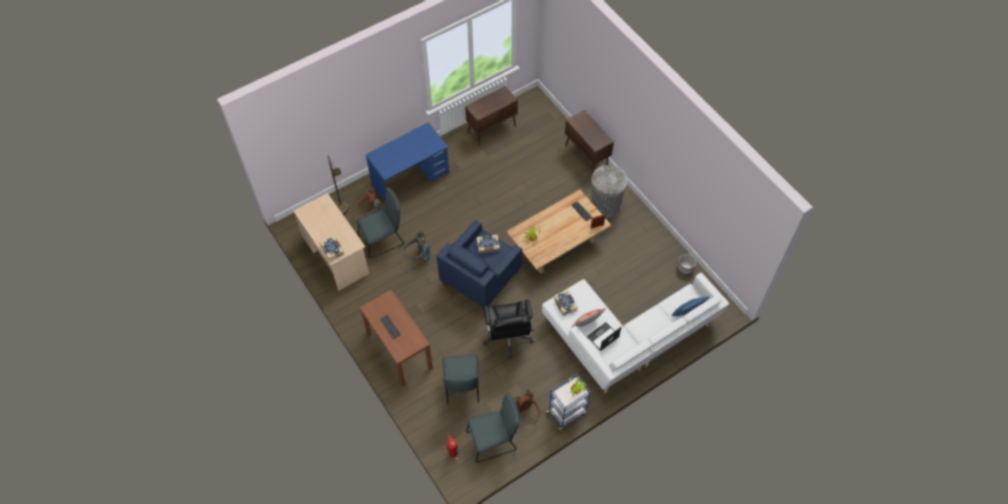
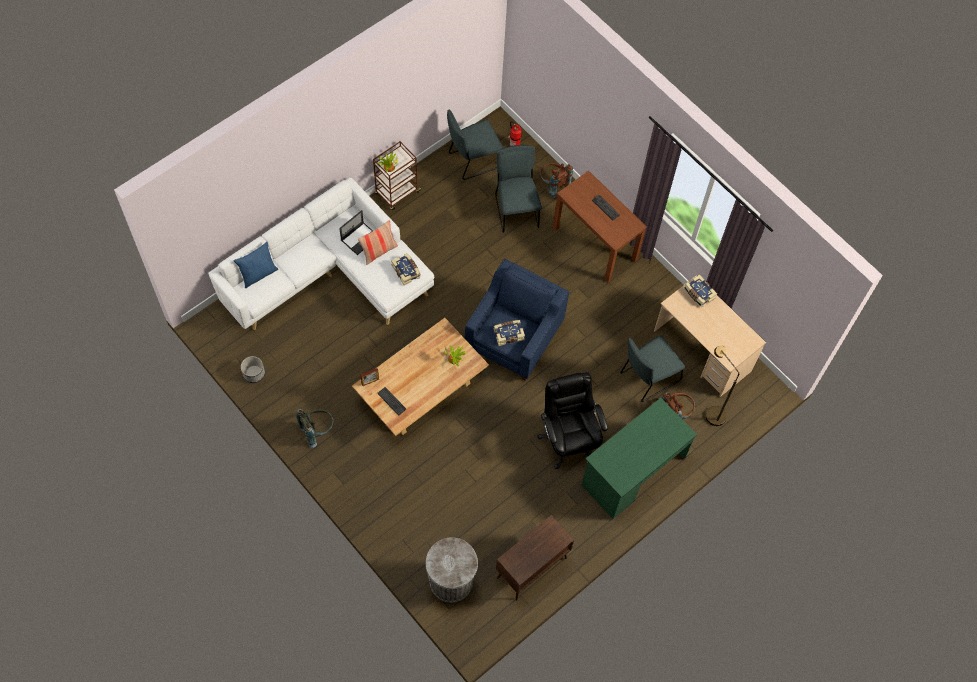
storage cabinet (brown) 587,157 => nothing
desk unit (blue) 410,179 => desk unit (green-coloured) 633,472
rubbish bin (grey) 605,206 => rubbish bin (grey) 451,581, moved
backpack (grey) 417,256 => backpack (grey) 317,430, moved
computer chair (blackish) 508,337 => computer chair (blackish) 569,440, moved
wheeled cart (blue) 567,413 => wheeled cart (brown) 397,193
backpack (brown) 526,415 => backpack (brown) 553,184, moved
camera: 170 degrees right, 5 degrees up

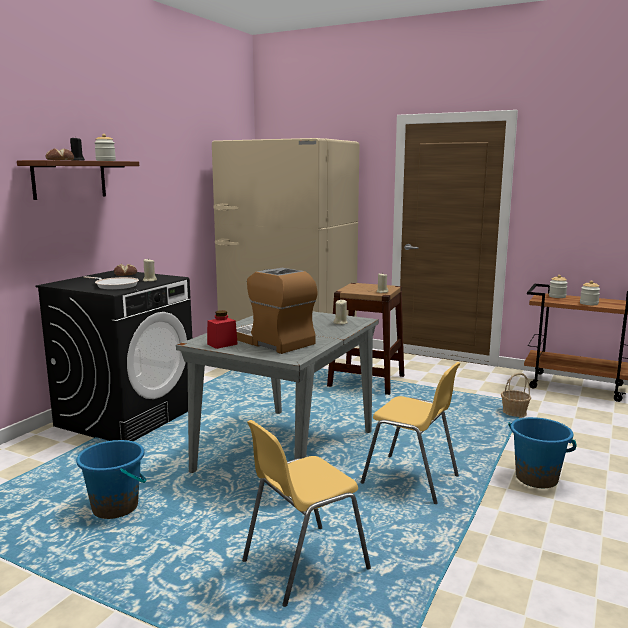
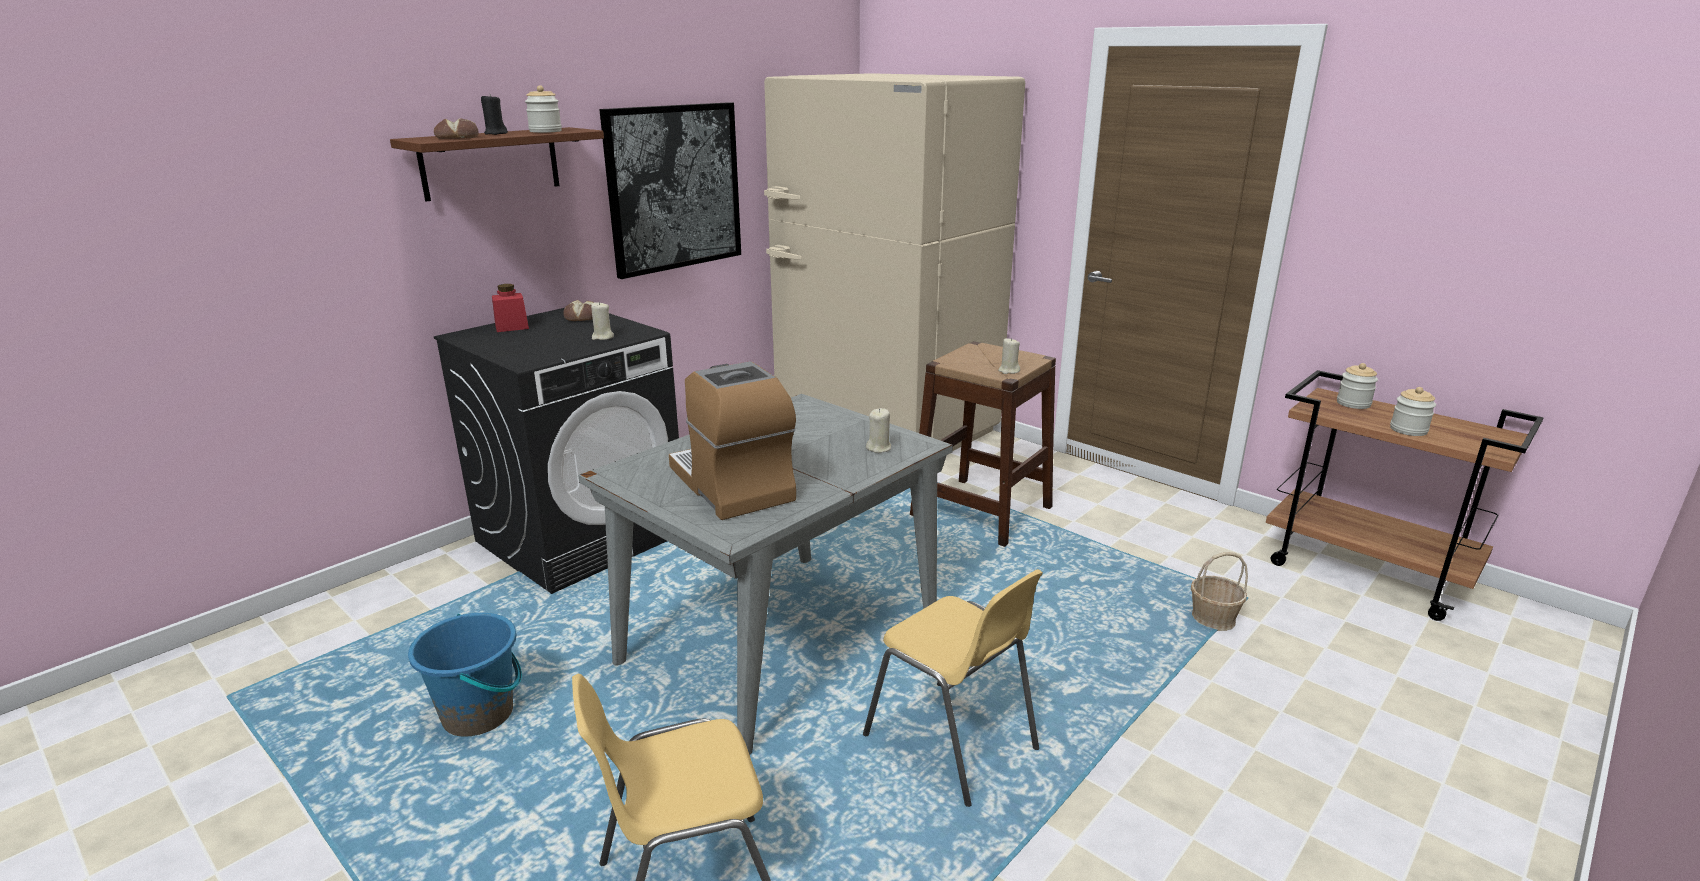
pan 115,286 => nothing
preserve jar (reddish) 222,344 => preserve jar (reddish) 512,327, moved
bucket (blue) 536,478 => nothing
nothing => picture 674,188
camera: 15 degrees right, 10 degrees up

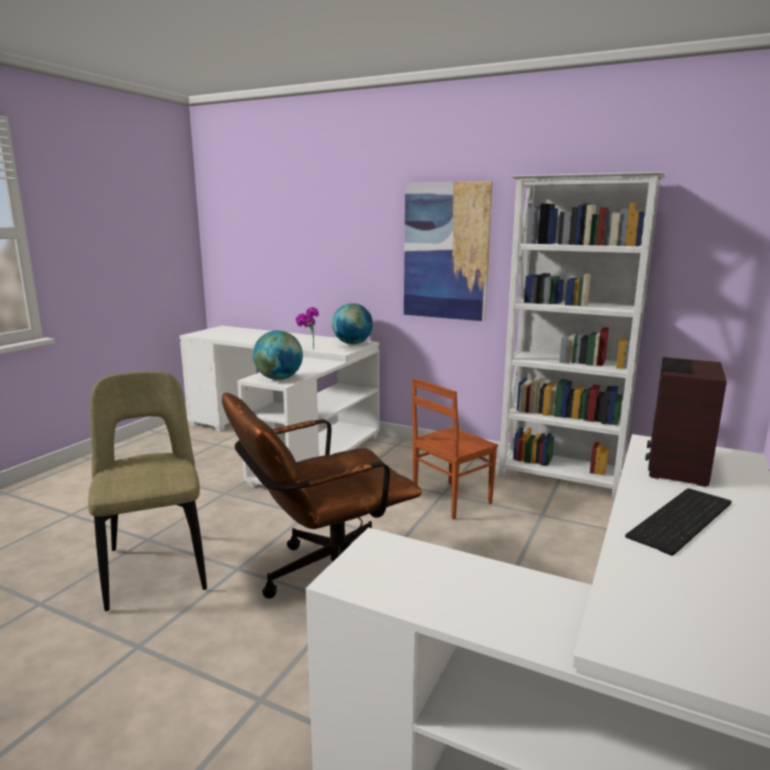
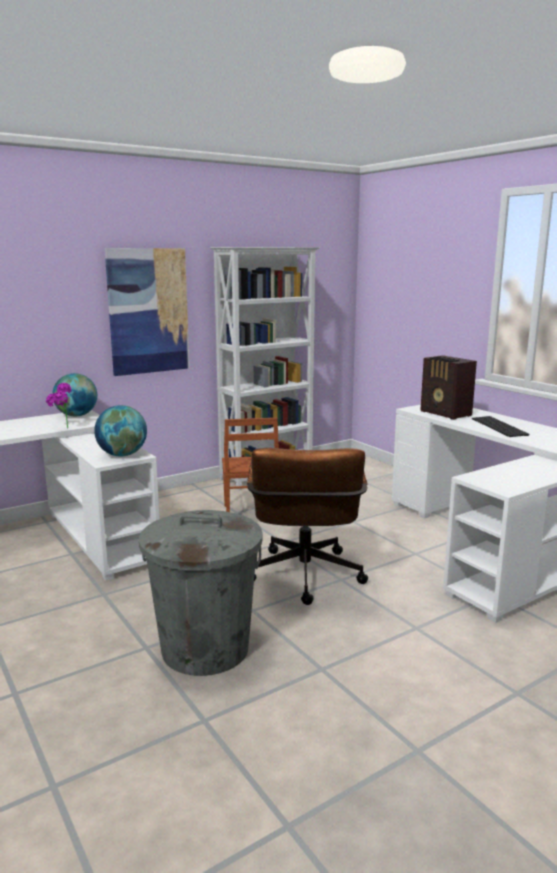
upright chair (beige-coloured) 156,566 => rubbish bin (grey) 205,648
camera: 60 degrees left, 0 degrees up

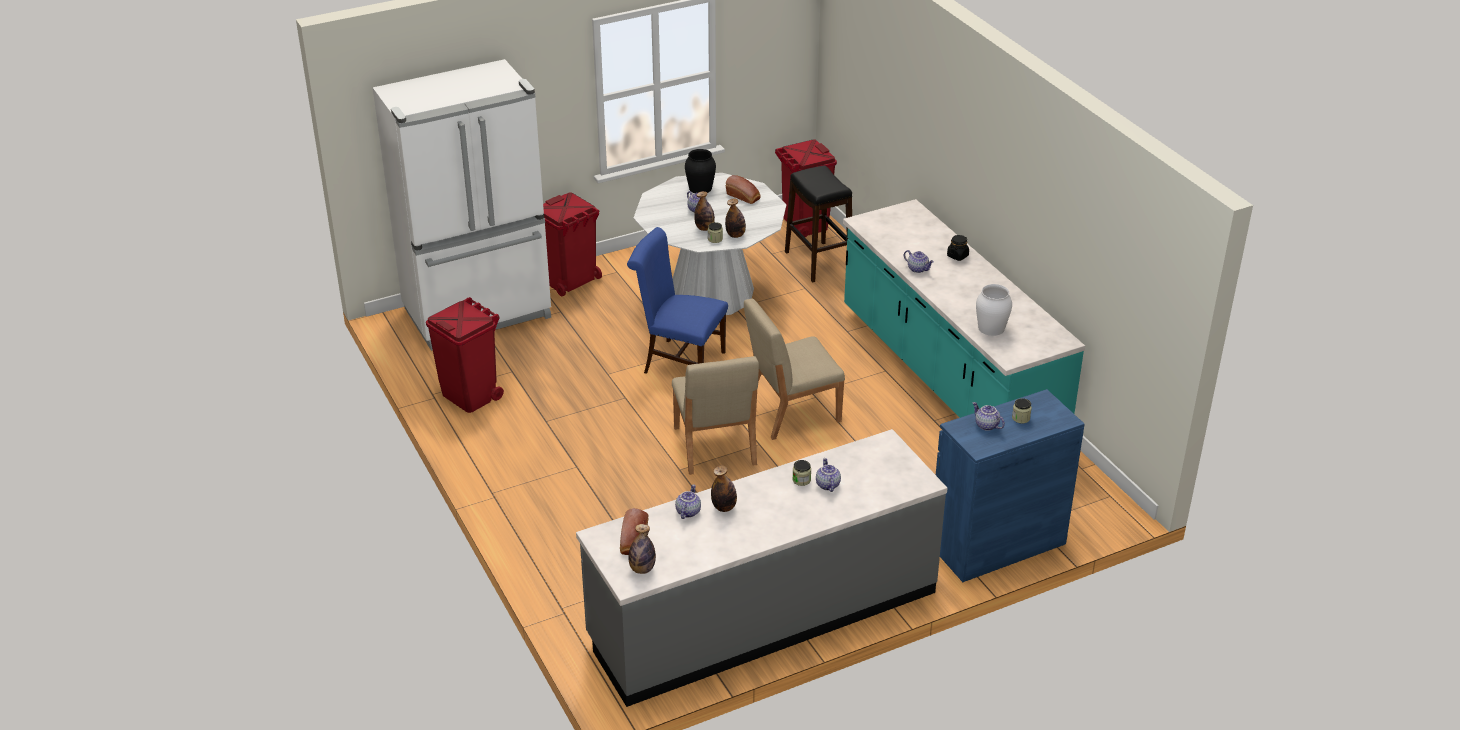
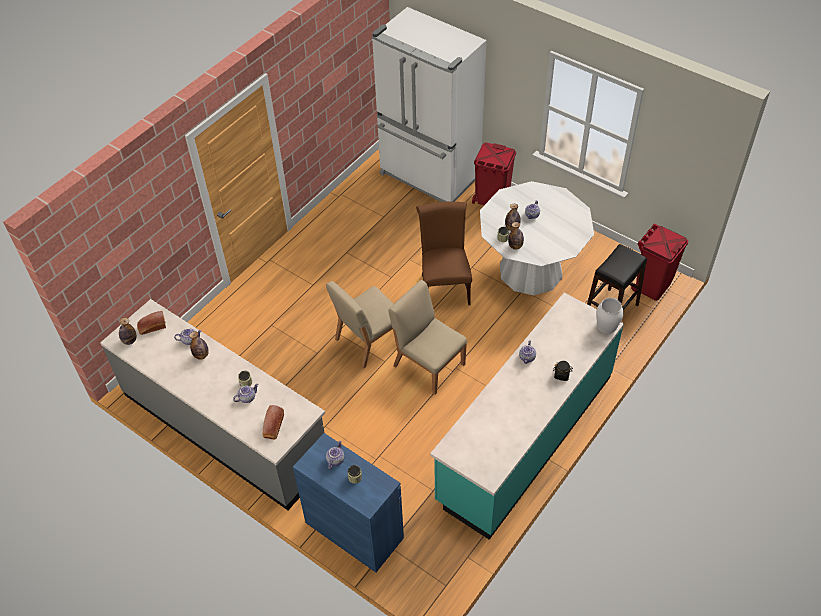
vase (blackish) 700,188 => nothing
baked bread 744,197 => baked bread 273,427, moved
upright chair (blue) 679,361 => upright chair (brown) 444,287
vase (white) 991,328 => vase (white) 607,325, moved
rubbish bin (reddish) 470,395 => nothing
camera: 65 degrees right, 15 degrees up

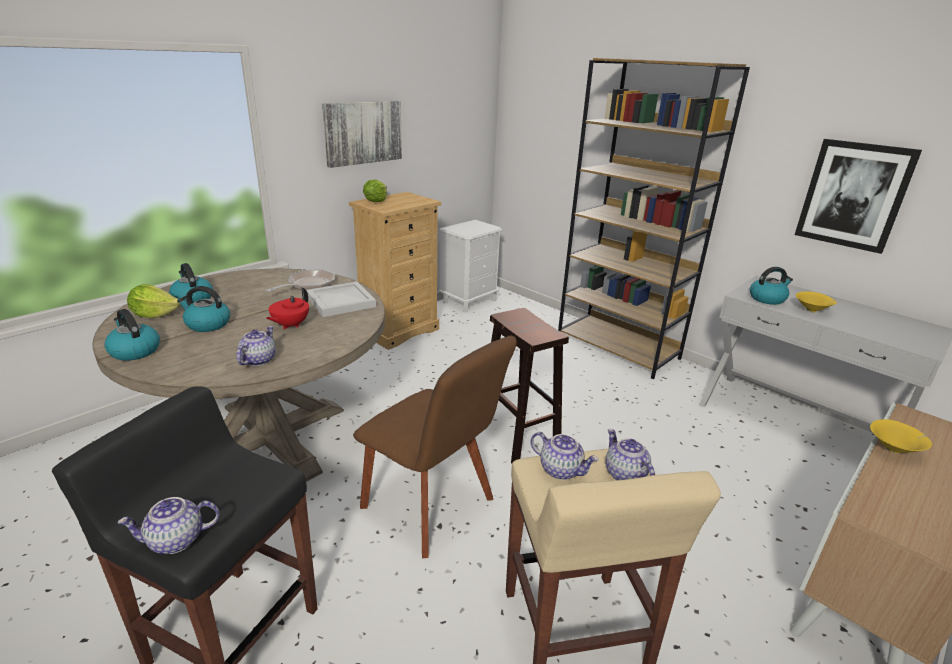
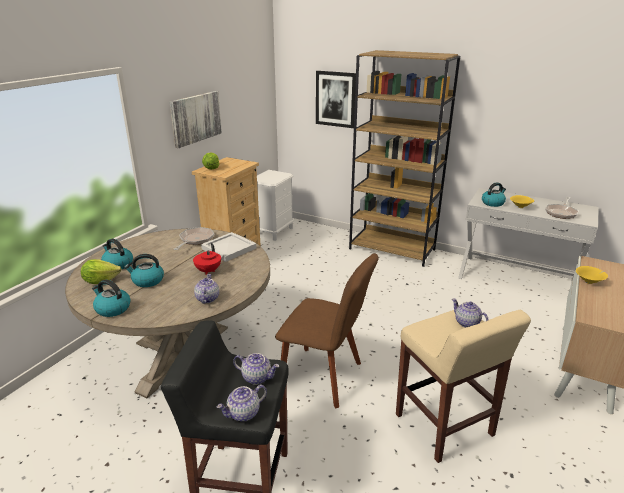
picture 853,195 => picture 336,99, moved
sitting stool (brown) 517,437 => nothing
tea pot 561,470 => tea pot 257,377, moved
nothing => pan 561,213
camera: 15 degrees left, 0 degrees up

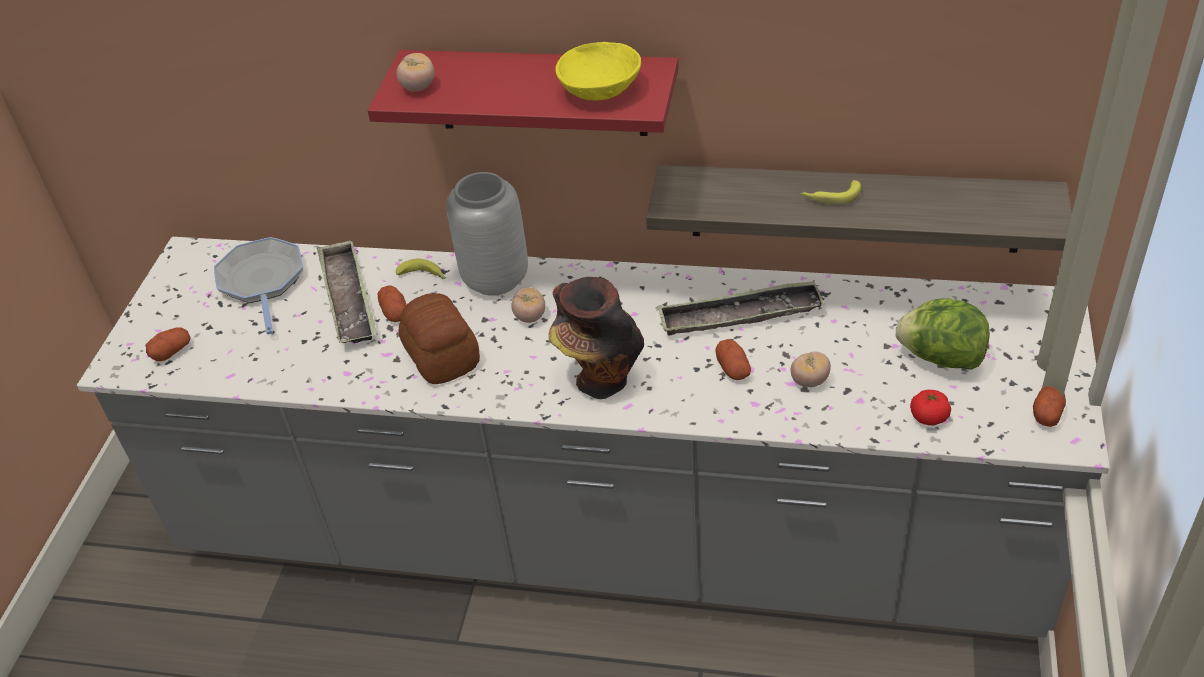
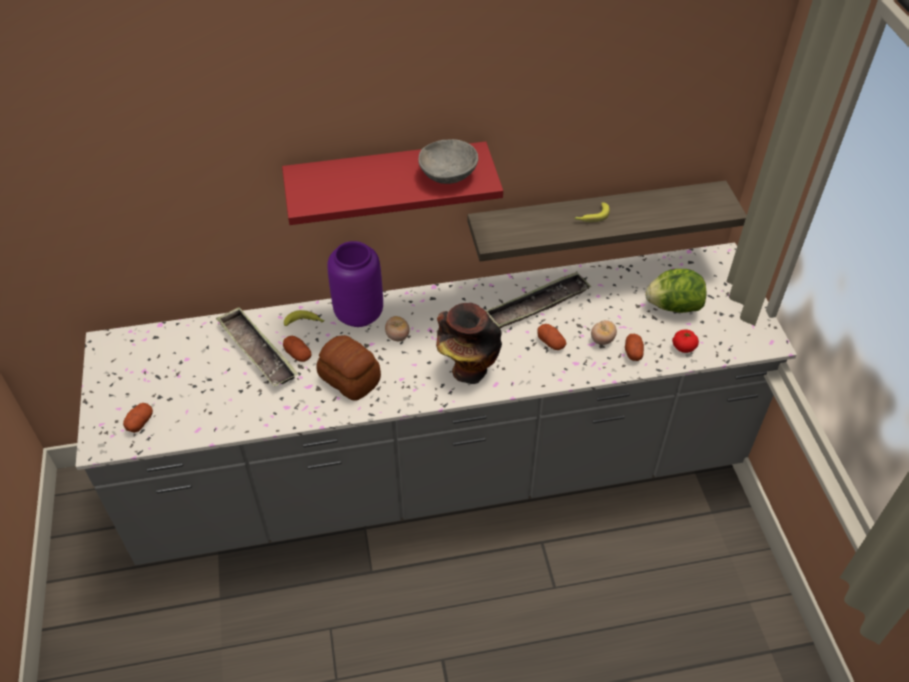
deep dish (yellow-coloured) 601,90 => deep dish (grey) 449,174
whole tomato 418,87 => nothing
vase (grey) 495,278 => vase (purple-coloured) 358,313
pan 262,281 => nothing
potato 1046,414 => potato 633,352, moved
camera: 25 degrees left, 5 degrees up

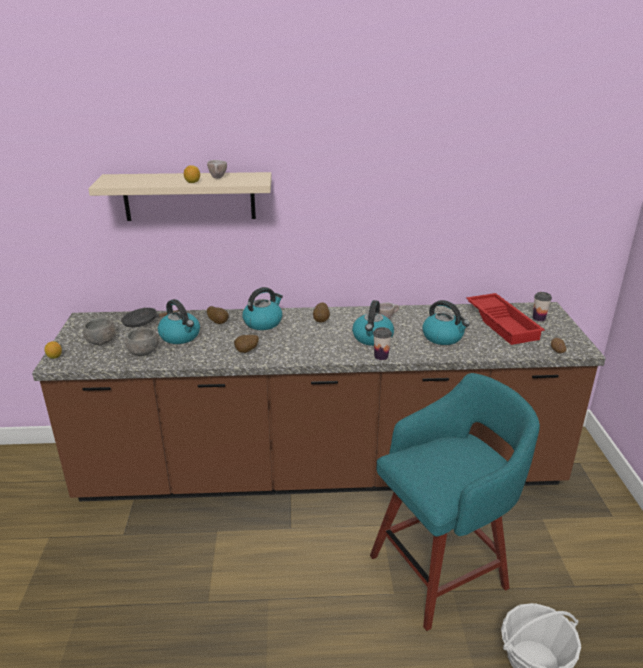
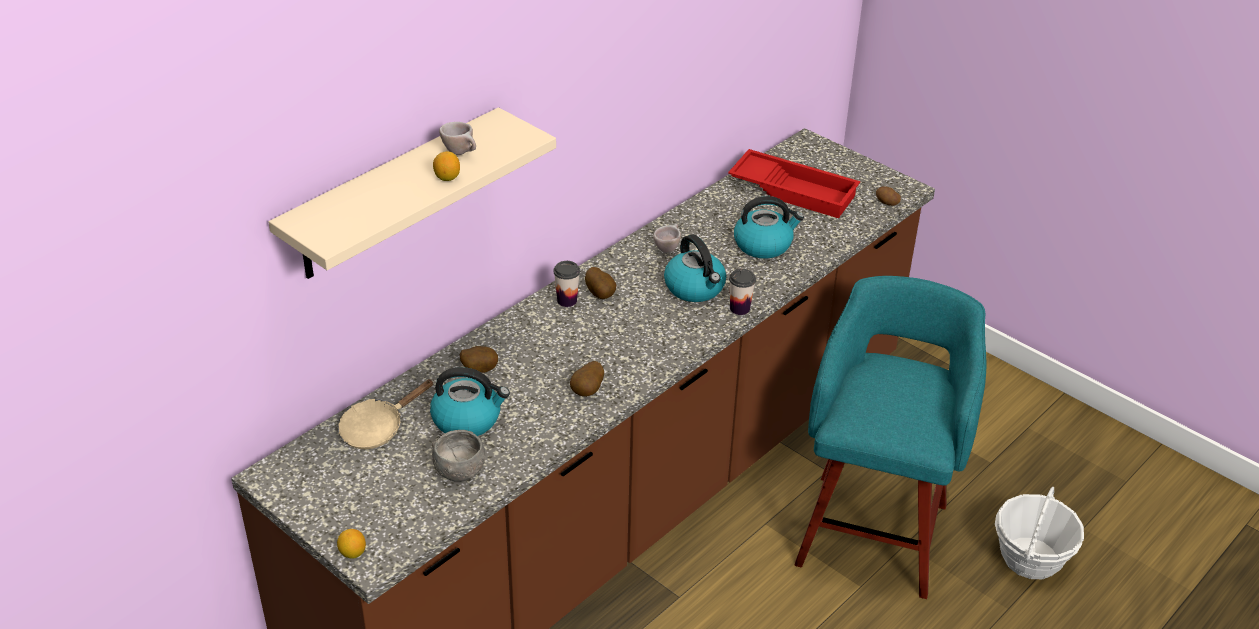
water kettle 263,322 => nothing
drinking cup 539,318 => drinking cup 567,300, moved
pan (blackish) 144,322 => pan (beige-coloured) 377,428
deep dish (grey) 101,340 => nothing
camera: 45 degrees left, 10 degrees up

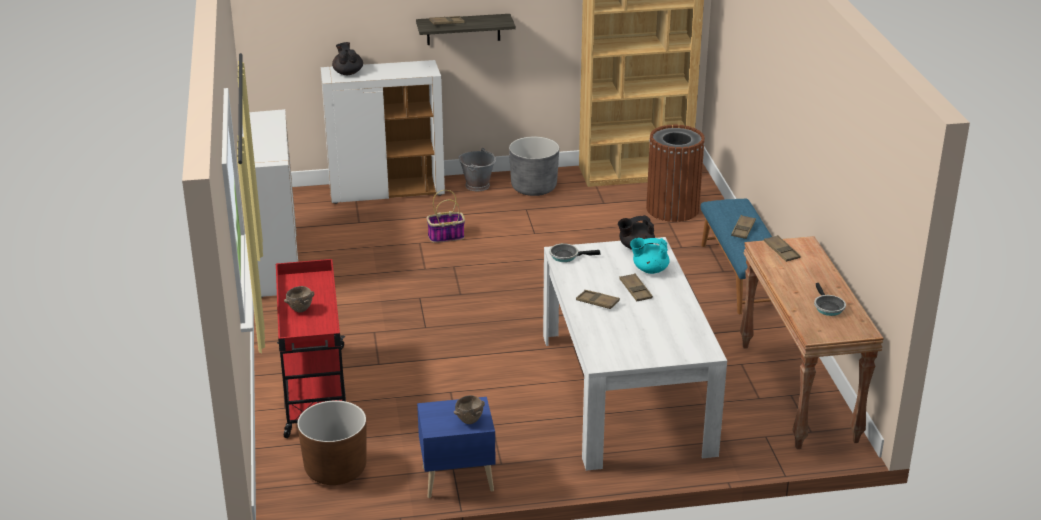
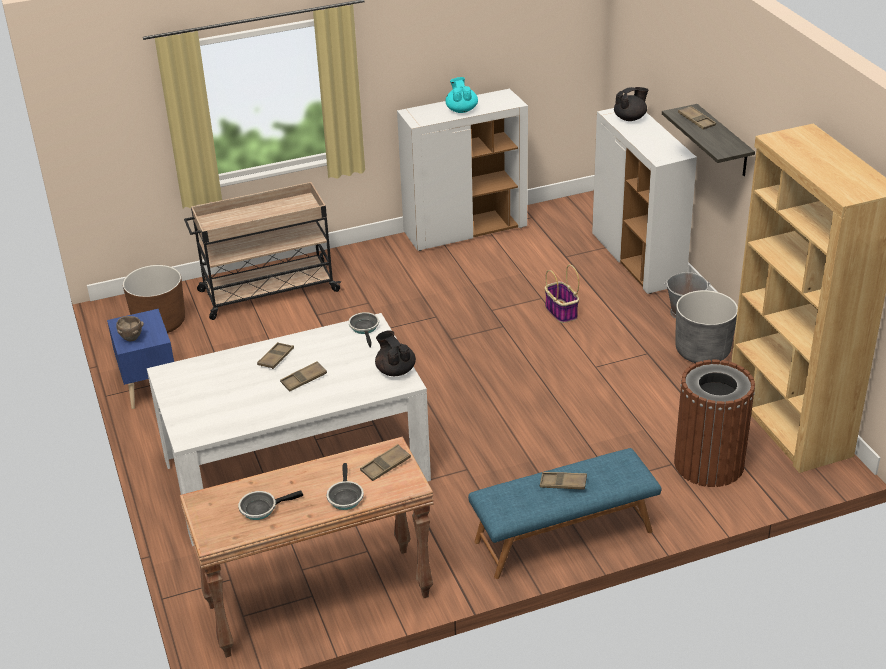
tea pot (turquoise) 649,269 => tea pot (turquoise) 461,110, moved
wheeled cart (reddish) 315,392 => wheeled cart (beige-coloured) 267,291
deep dish (brown) 300,310 => nothing
nothing => pan 345,497
camera: 80 degrees right, 5 degrees up

